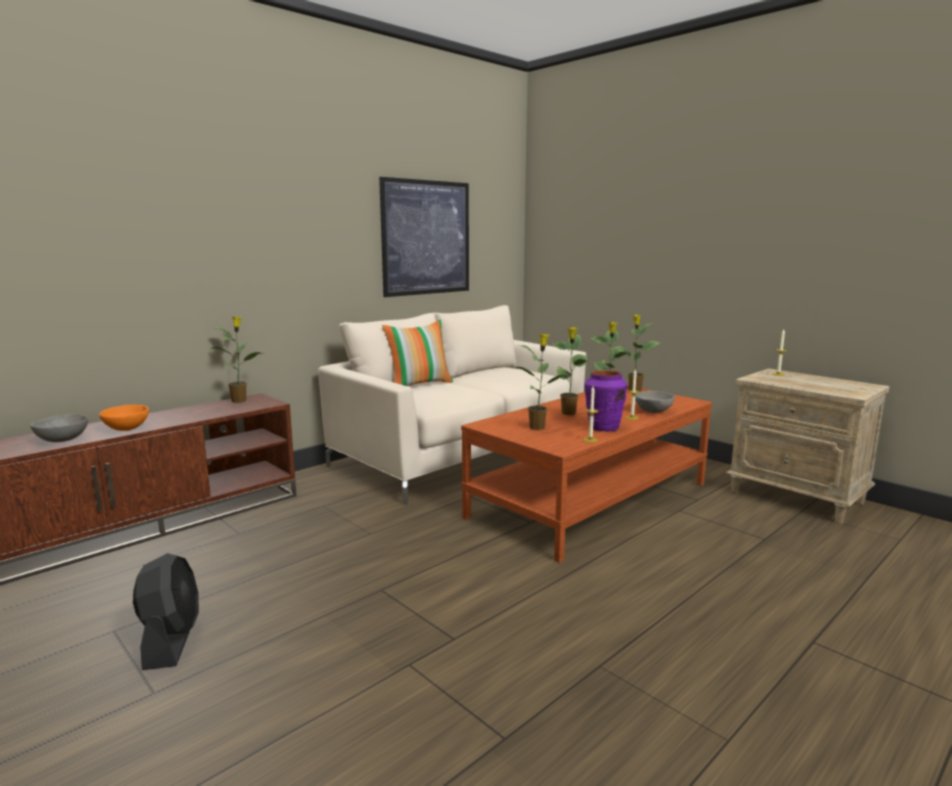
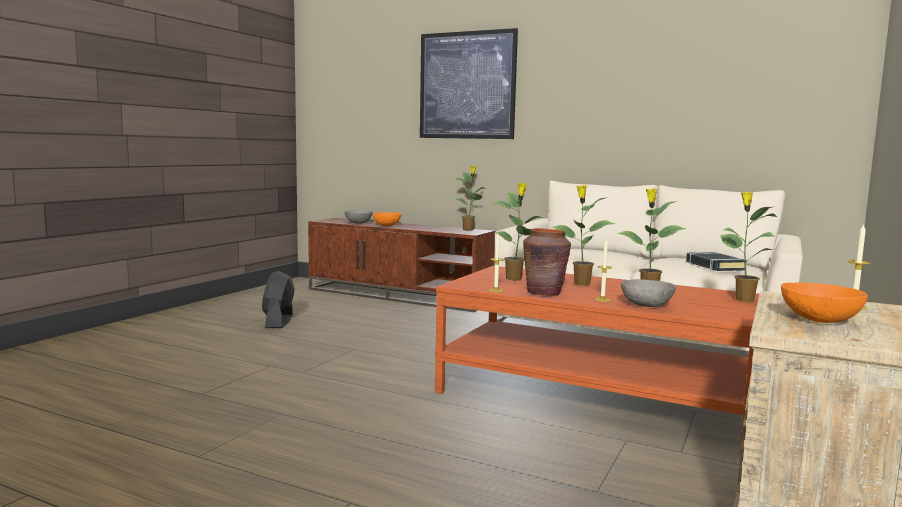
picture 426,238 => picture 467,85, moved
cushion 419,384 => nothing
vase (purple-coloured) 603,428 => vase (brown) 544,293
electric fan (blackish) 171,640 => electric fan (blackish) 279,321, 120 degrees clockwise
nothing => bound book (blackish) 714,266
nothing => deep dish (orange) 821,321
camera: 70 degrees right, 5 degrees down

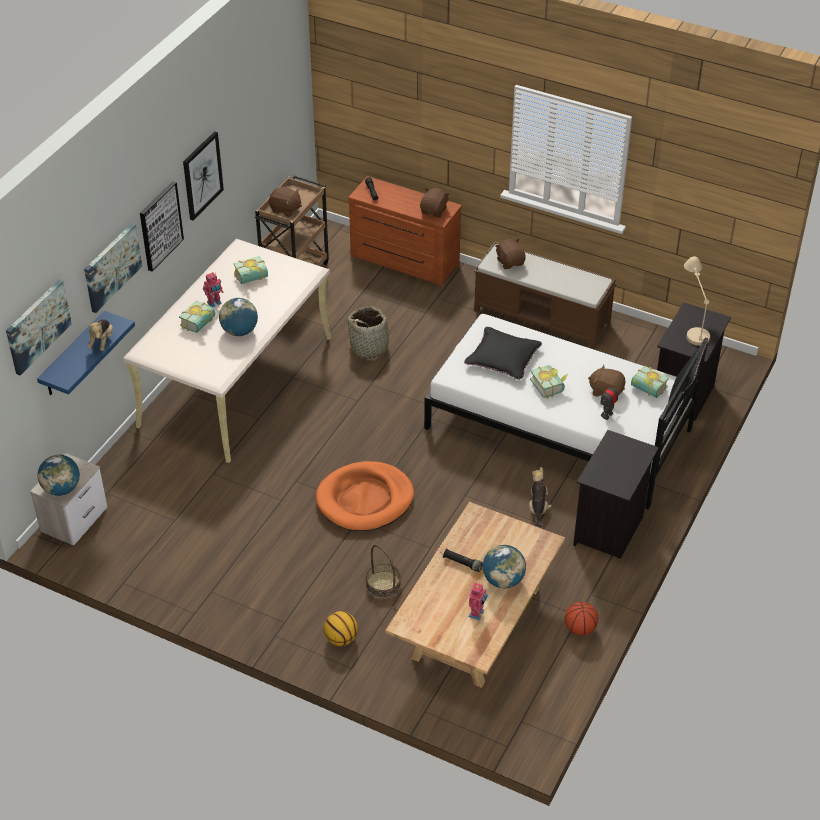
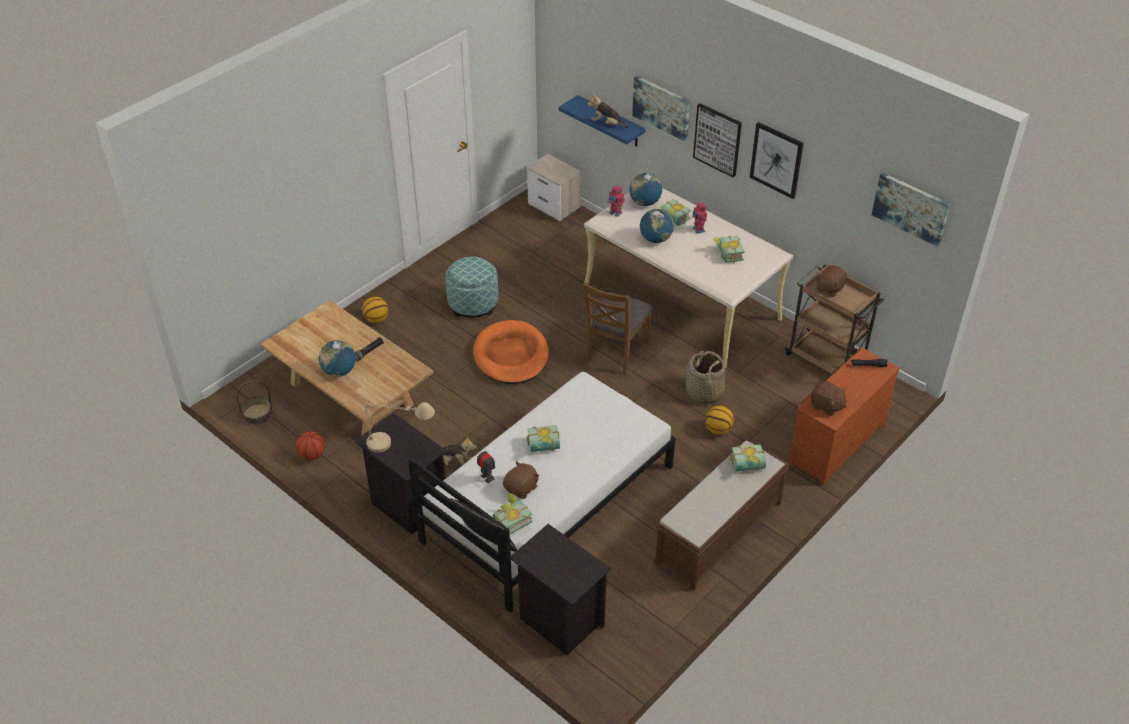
soft toy (brown) 510,262 => bound book 748,467
tabletop lamp (beige-coloured) 693,324 => tabletop lamp (beige-coloured) 400,446, moved
picture 37,326 => picture 911,208, moved
cushion (blackish) 503,358 => nothing
globe 61,489 => globe 645,202, moved
household basket 383,584 => household basket 257,414, moved
toy robot 477,614 => toy robot 615,213, moved
nothing => footrest 473,303
nothing => upright chair (brown) 615,351
nothing => ball for basketball 718,429
camera: 105 degrees right, 0 degrees up

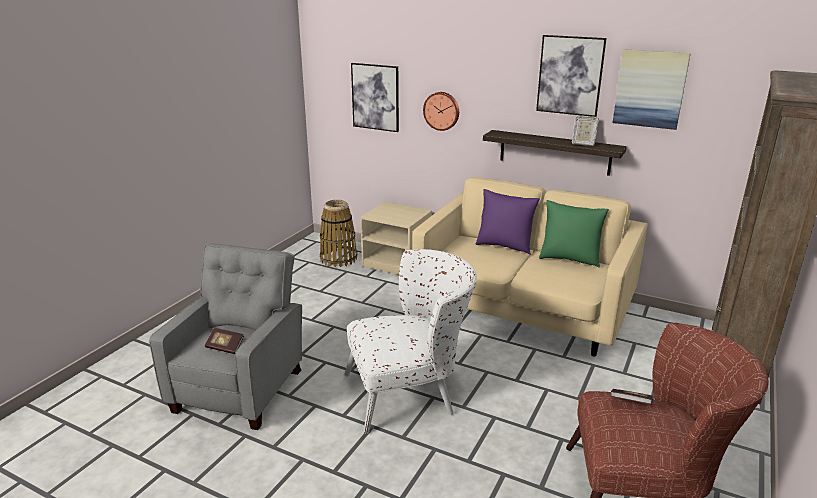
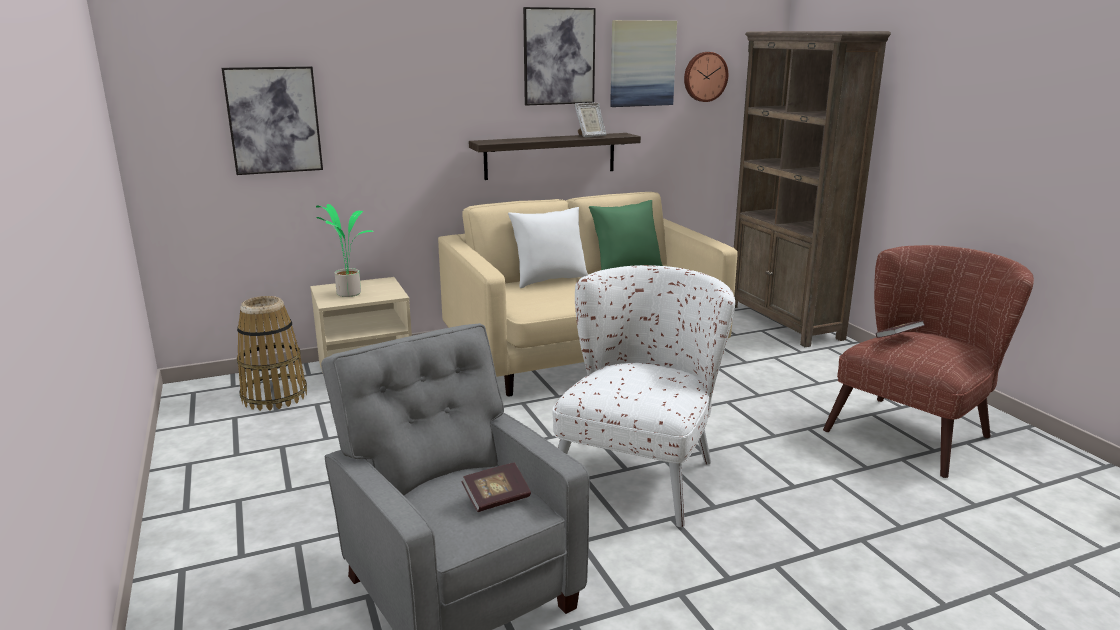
hanging clock 442,110 => hanging clock 704,76, moved
cushion (purple-coloured) 504,246 => cushion (white) 549,280
nothing => plant in a pot 348,293
camera: 50 degrees left, 5 degrees down

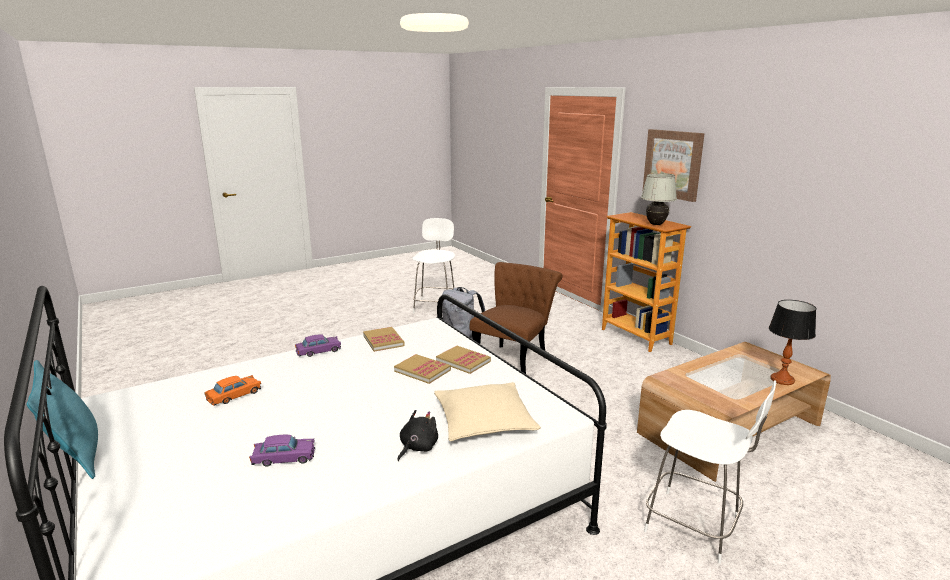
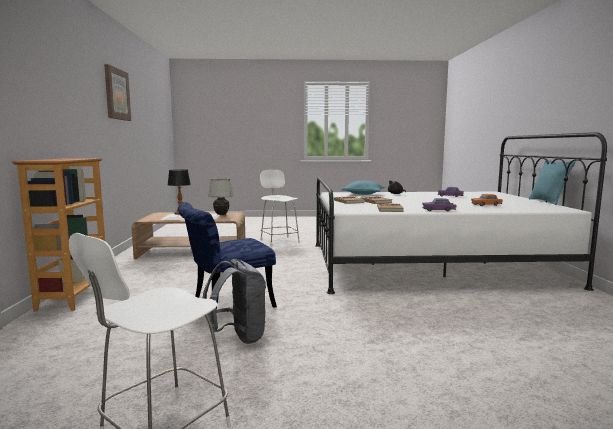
picture 673,164 => picture 116,94, moved
tabletop lamp (white) 656,224 => tabletop lamp (white) 221,214, moved
upright chair (brown) 514,360 => upright chair (blue) 226,303
cushion (beige-coloured) 484,421 => cushion (turquoise) 363,194
camera: 150 degrees left, 10 degrees down

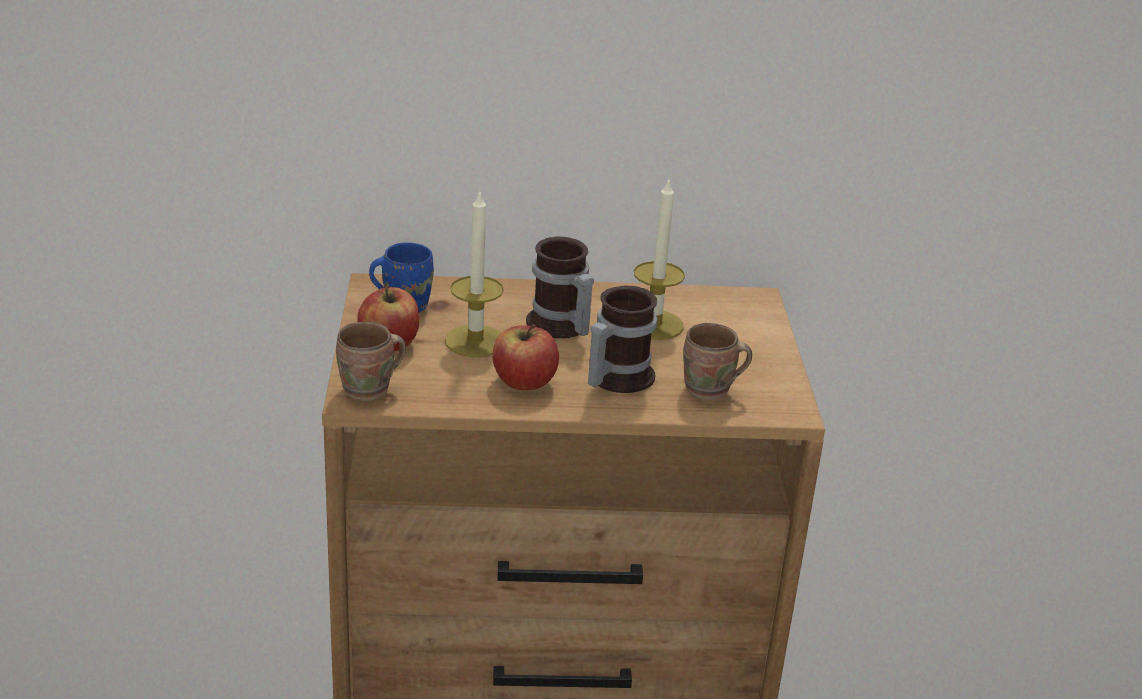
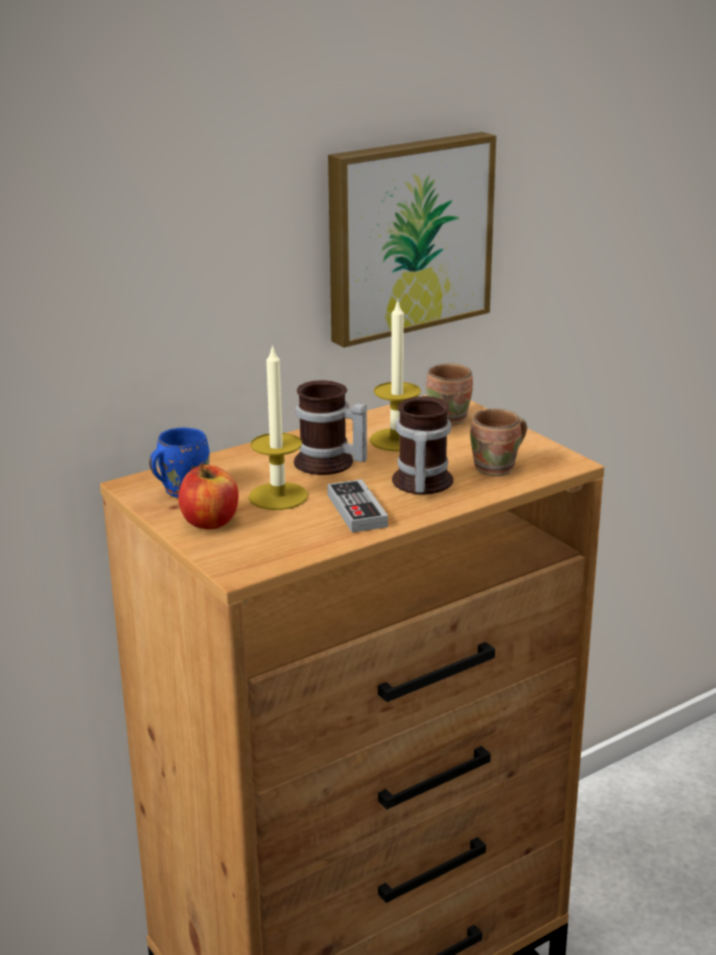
coffee mug (brown) 370,391 => coffee mug (brown) 452,419, moved
apple 524,382 => joypad 357,510
nothing => picture 406,236
camera: 30 degrees left, 5 degrees down

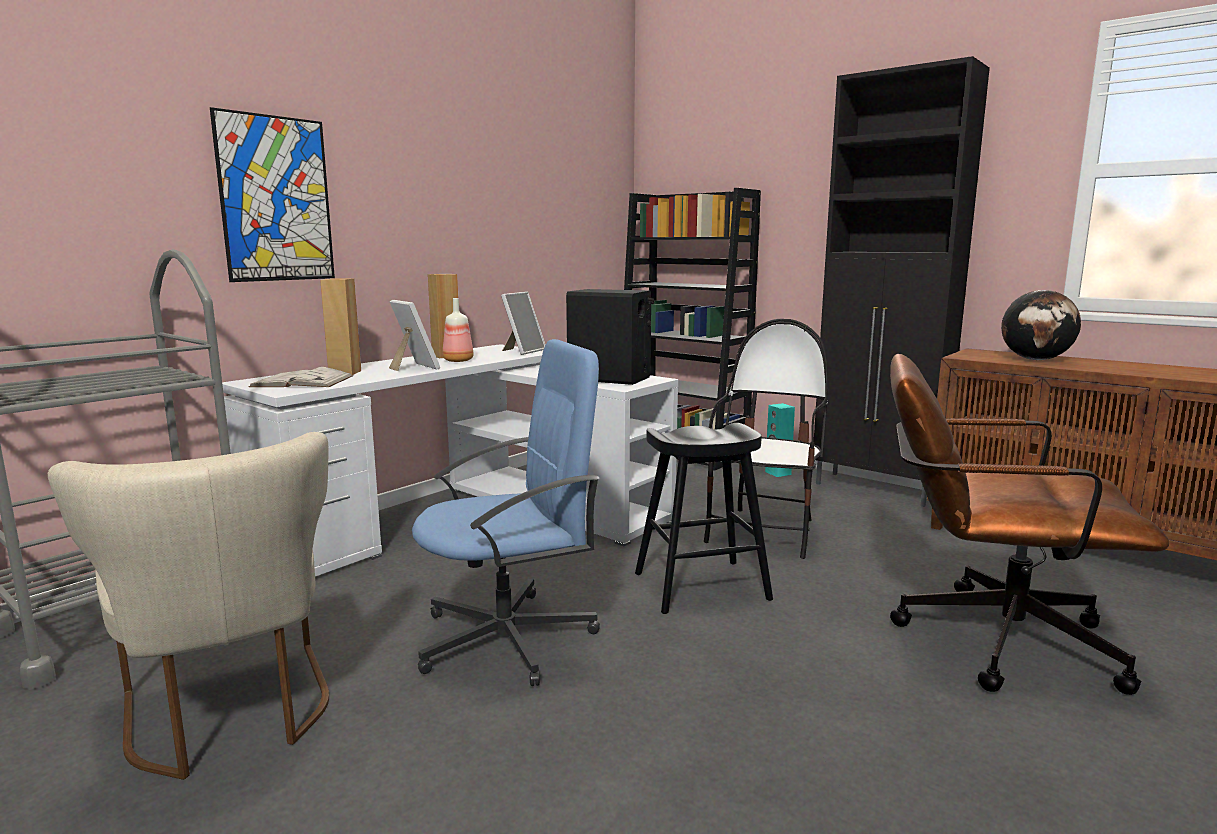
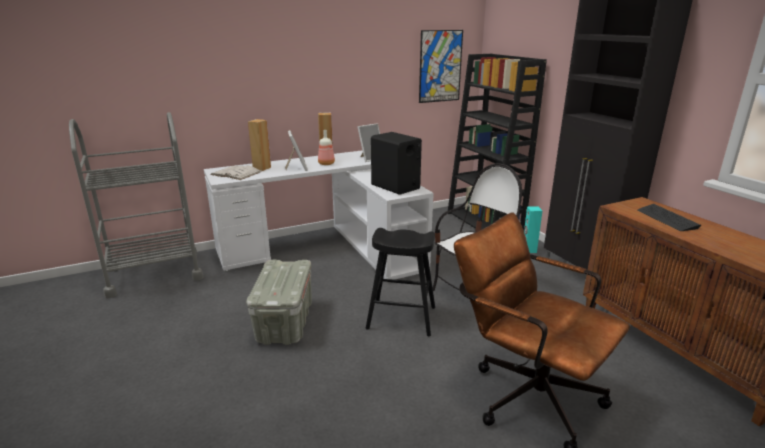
picture 276,199 => picture 440,66, moved
globe 1036,360 => computer keyboard 667,219
computer chair (blue) 509,638 => storage box (grey) 285,323
upright chair (beige-coloured) 231,716 => nothing
camera: 25 degrees right, 10 degrees up

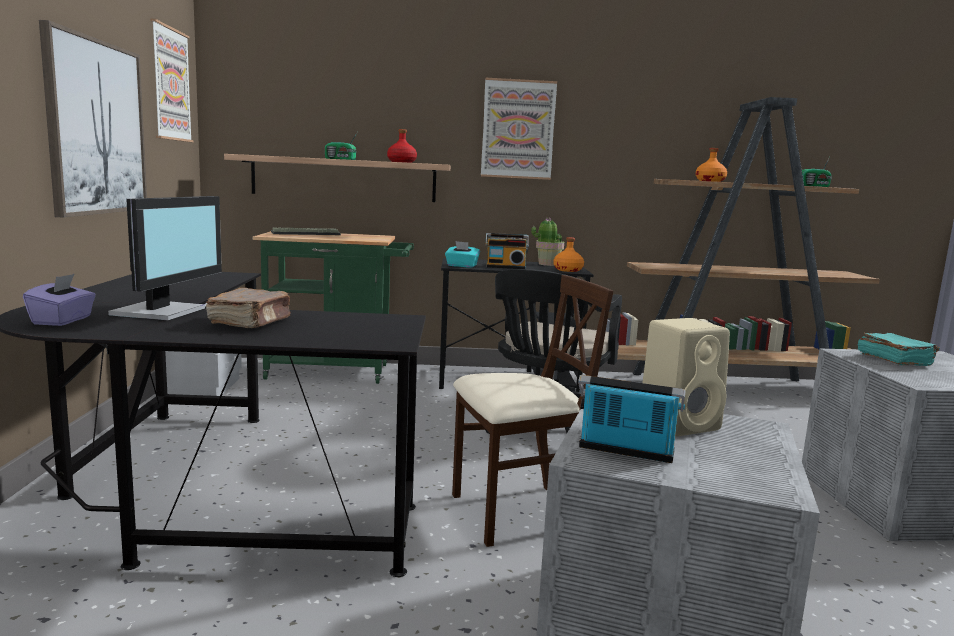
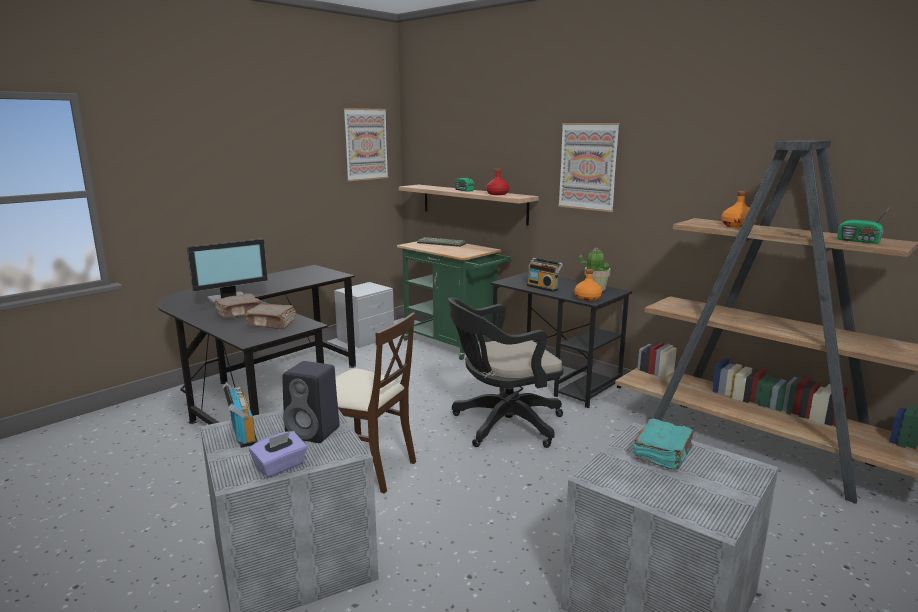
picture 97,128 => nothing
tissue box (turquoise) 461,266 => nothing
tissue box (purple-coloured) 63,320 => tissue box (purple-coloured) 280,467, moved
speaker (beige-coloured) 680,423 => speaker (blackish) 315,432
nothing => bound book (brown) 272,324
camera: 45 degrees right, 5 degrees up

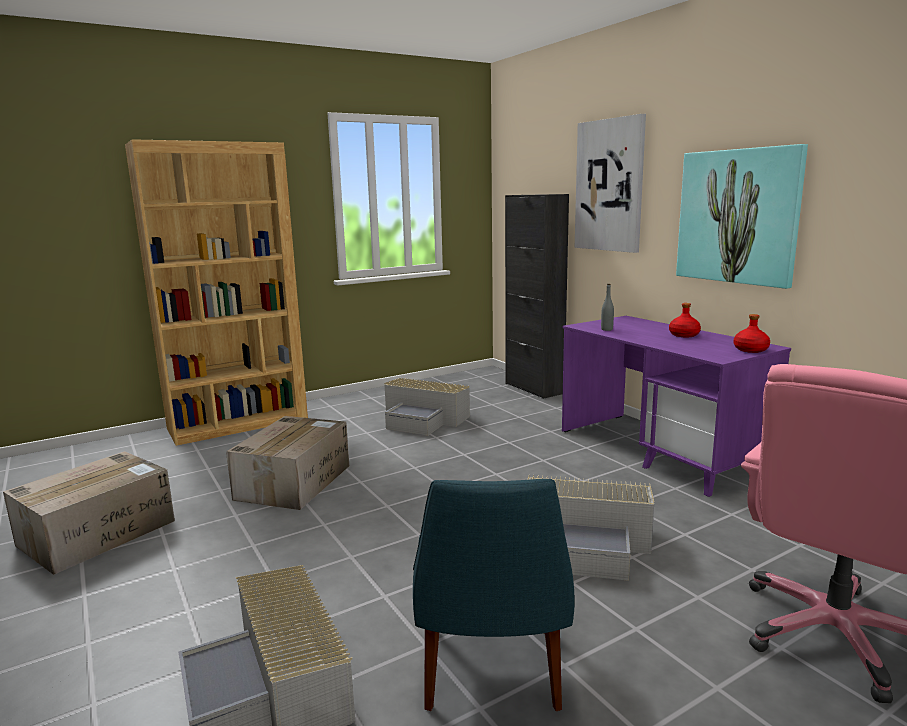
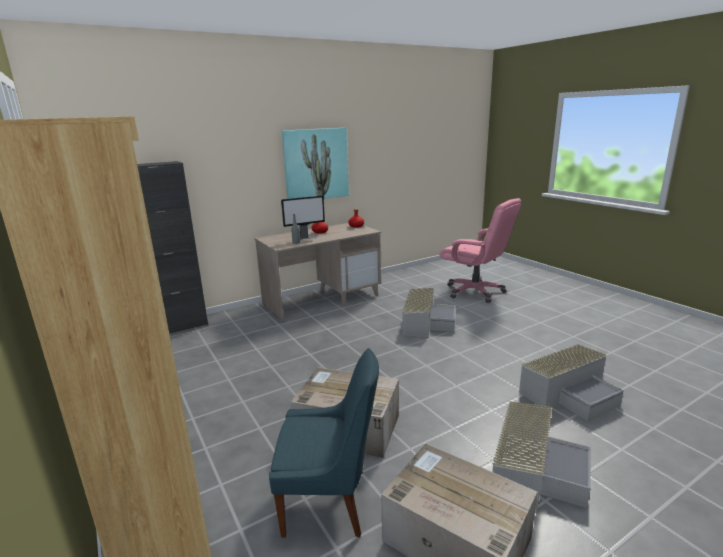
picture 609,186 => nothing
desk unit (purple-coloured) 660,451 => desk unit (beige-coloured) 322,299
storage box (grey) 424,419 => storage box (grey) 534,470, moved
upright chair (blue) 491,672 => upright chair (blue) 329,502, moved
nothing => computer display 305,238
camera: 90 degrees left, 5 degrees up

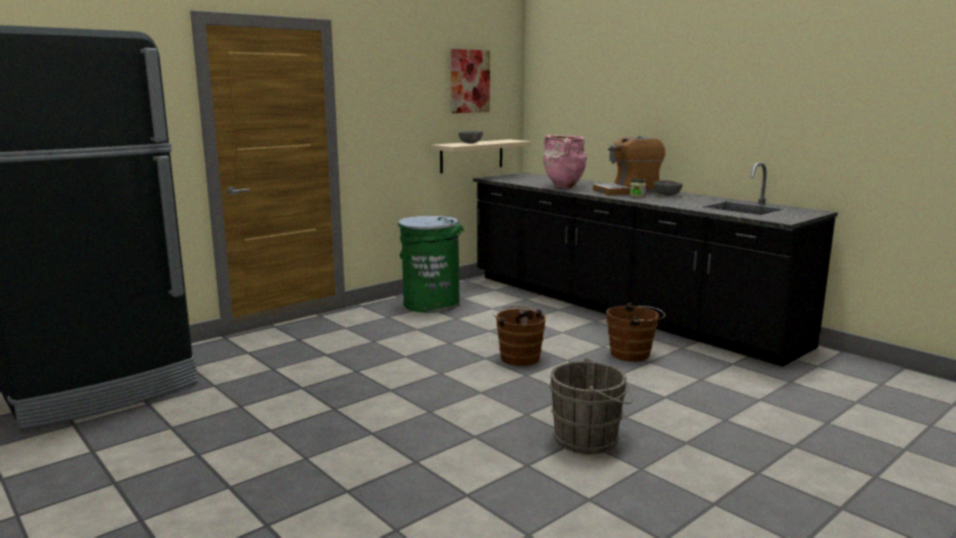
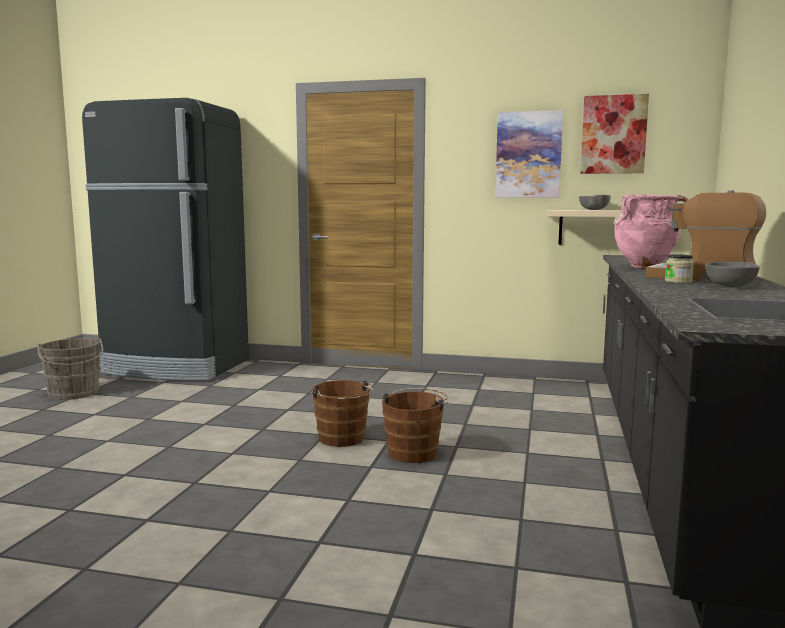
rubbish bin (green-coloured) 431,304 => nothing
bucket (brown) 633,354 => bucket (brown) 342,439, moved
bucket (grey) 590,439 => bucket (grey) 74,394, moved
nothing => picture 528,155
camera: 55 degrees right, 5 degrees down

